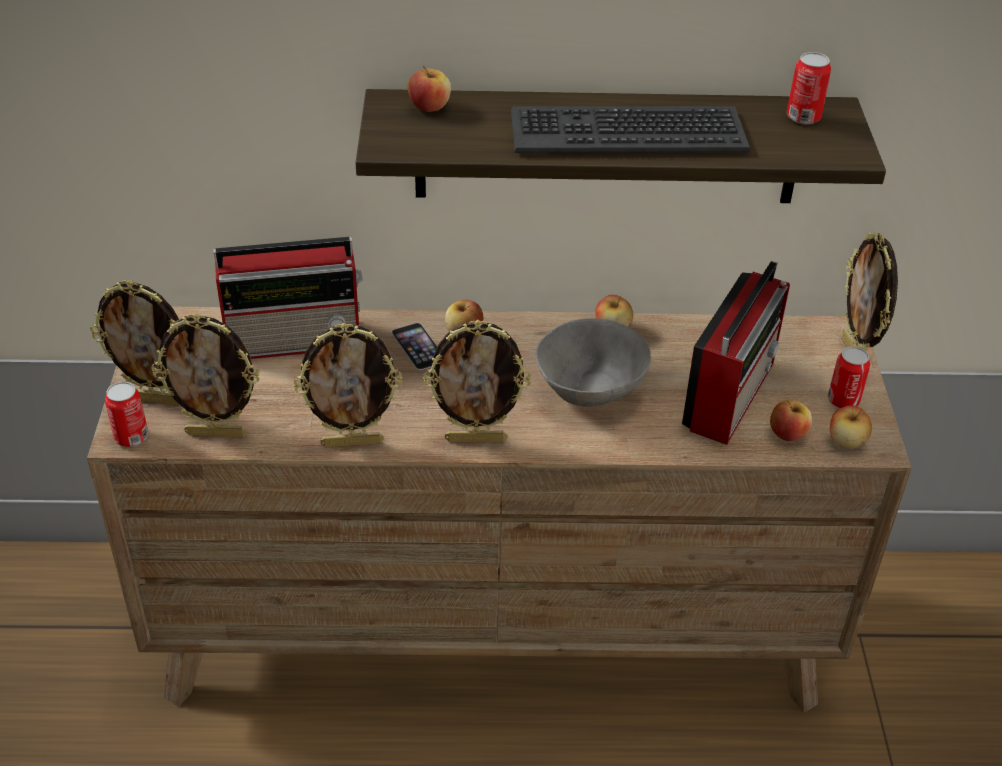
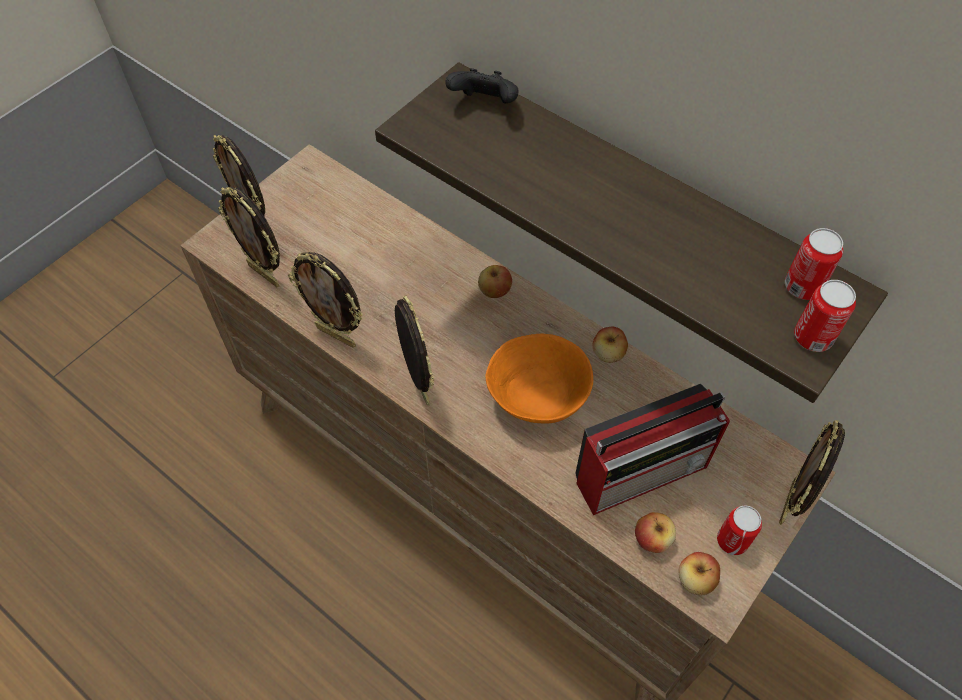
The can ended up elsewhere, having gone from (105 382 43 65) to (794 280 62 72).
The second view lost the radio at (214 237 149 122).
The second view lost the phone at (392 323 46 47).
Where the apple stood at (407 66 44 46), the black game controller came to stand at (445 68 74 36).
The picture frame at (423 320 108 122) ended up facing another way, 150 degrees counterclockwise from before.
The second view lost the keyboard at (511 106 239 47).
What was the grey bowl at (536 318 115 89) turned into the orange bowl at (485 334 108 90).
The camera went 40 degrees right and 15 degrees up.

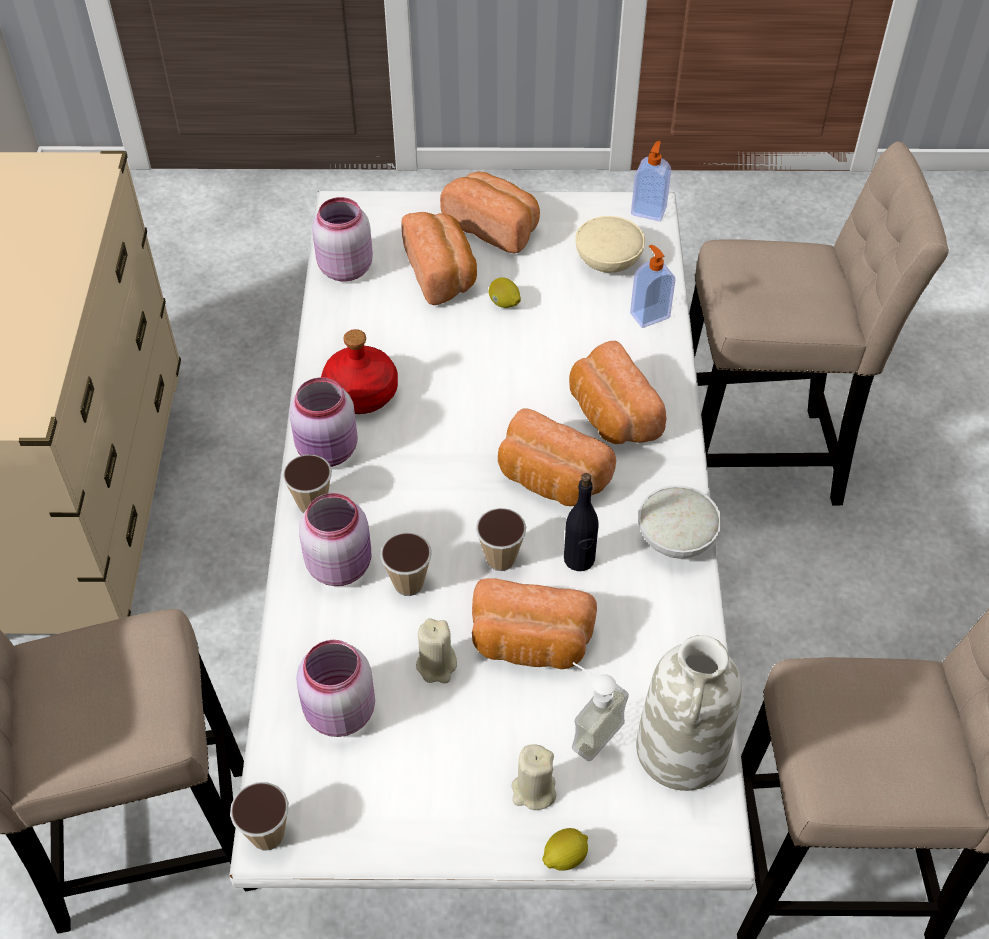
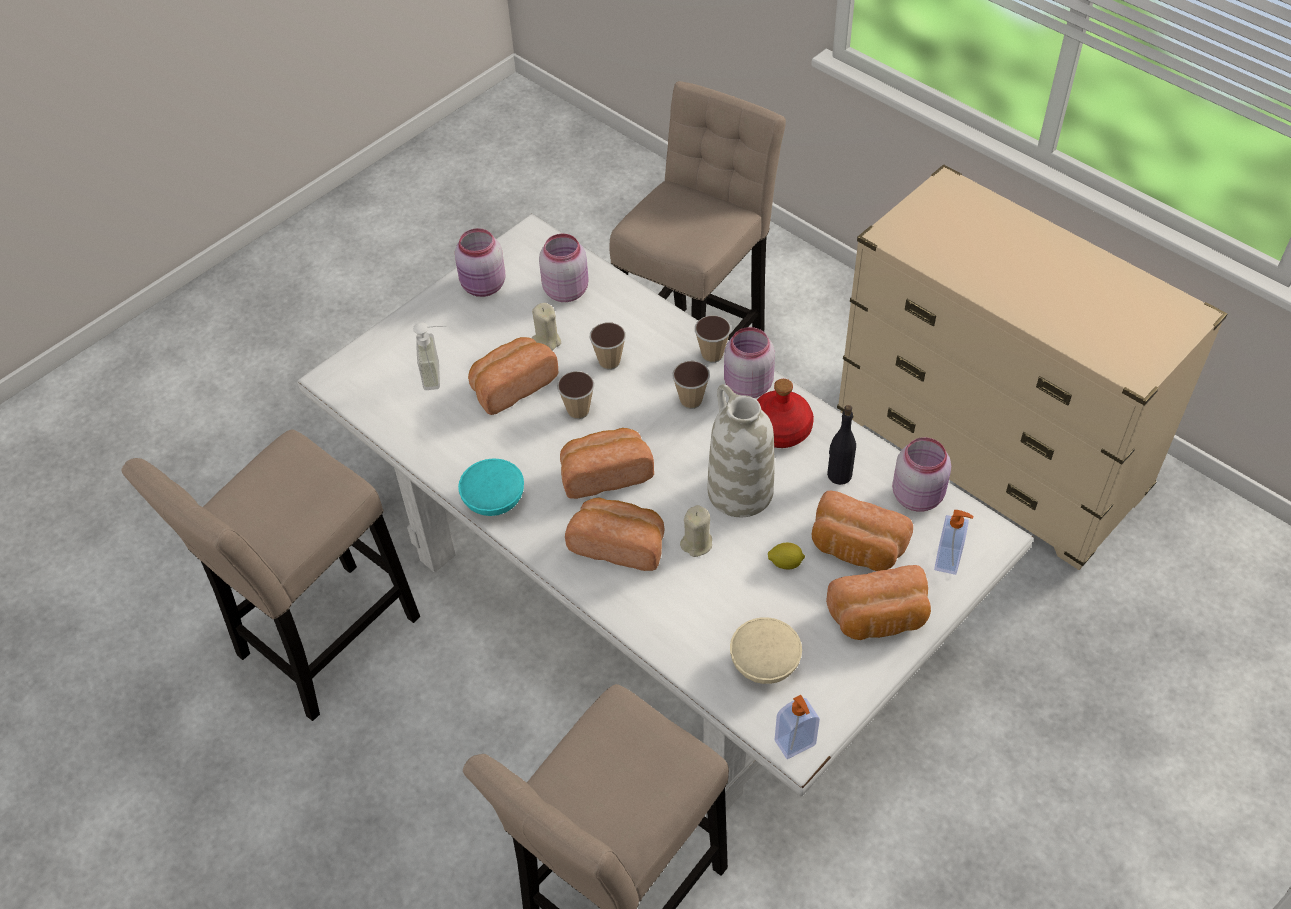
The cup ended up elsewhere, having gone from (230 782 59 68) to (672 361 38 48).
The pink jar ended up elsewhere, having gone from (299 493 72 93) to (455 228 50 69).
The beige candle ended up elsewhere, having gone from (511 744 45 66) to (680 505 32 52).
The second view lost the lemon at (542 828 46 43).
The black bottle ended up elsewhere, having gone from (564 473 35 98) to (827 405 29 80).
The soap dispenser ended up elsewhere, having gone from (630 245 46 83) to (934 510 39 65).
The white vase ended up elsewhere, having gone from (636 635 106 156) to (708 384 66 133).
What was the white bowl at (638 485 83 74) turned into the turquoise bowl at (458 459 66 57).
The camera went 135 degrees right and 0 degrees up.

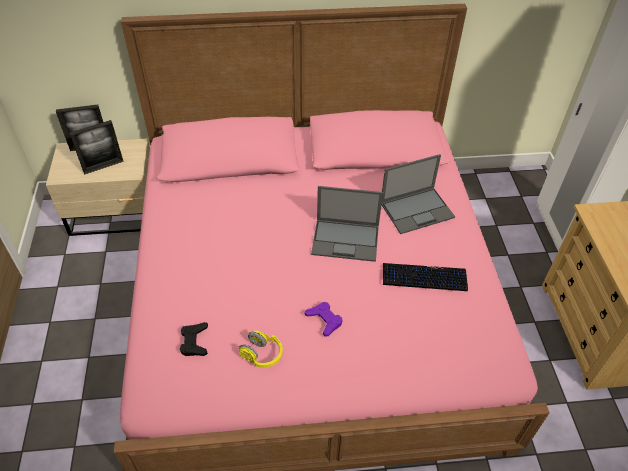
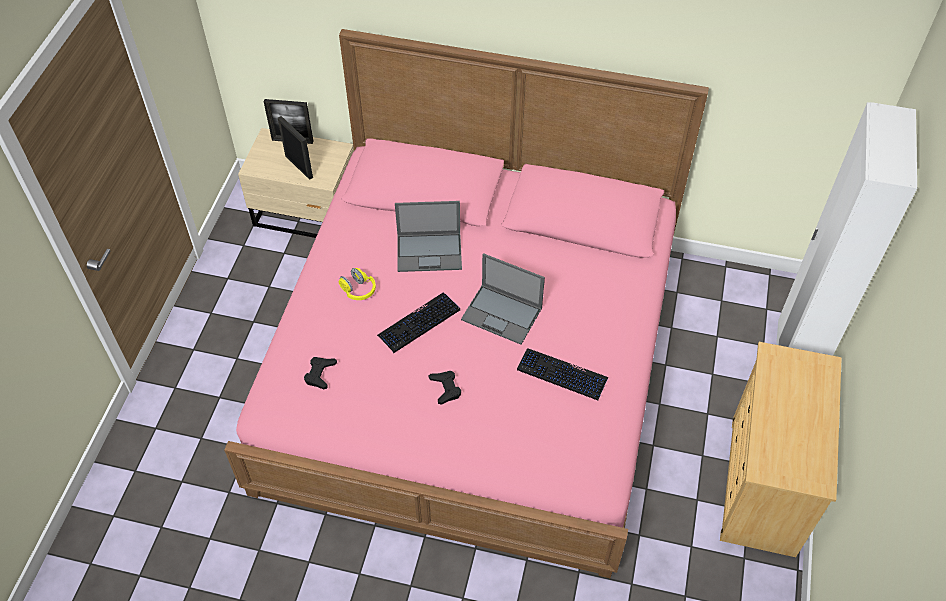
The picture frame at (69 120 55 54) ended up facing another way, 120 degrees counterclockwise from before.
The yellow headphones ended up elsewhere, having gone from (239 330 44 38) to (339 268 37 32).
What was the purple game controller at (304 302 39 35) turned into the black game controller at (428 371 33 34).
The laptop ended up elsewhere, having gone from (382 154 73 80) to (395 201 67 71).
The second view gained the keyboard at (377 293 83 61).
The camera went 20 degrees right and 5 degrees up.

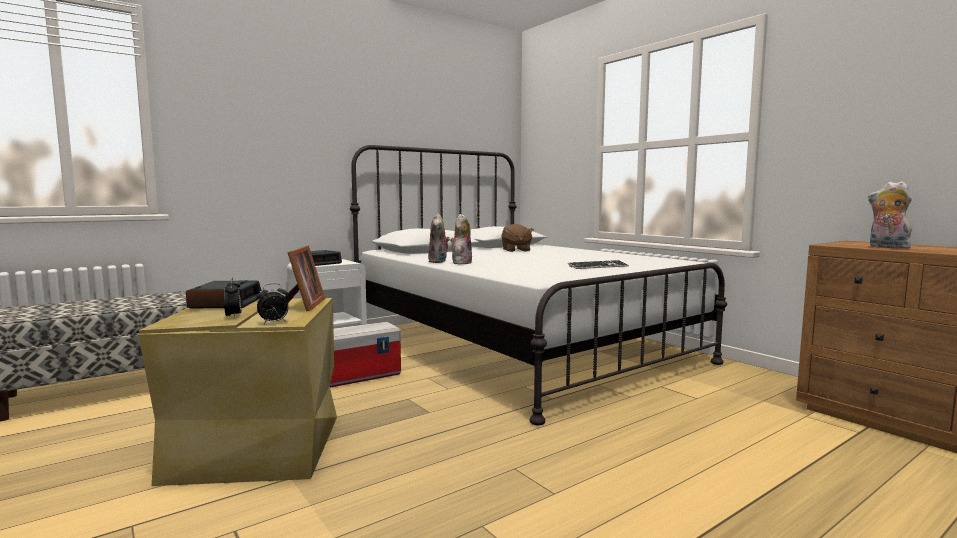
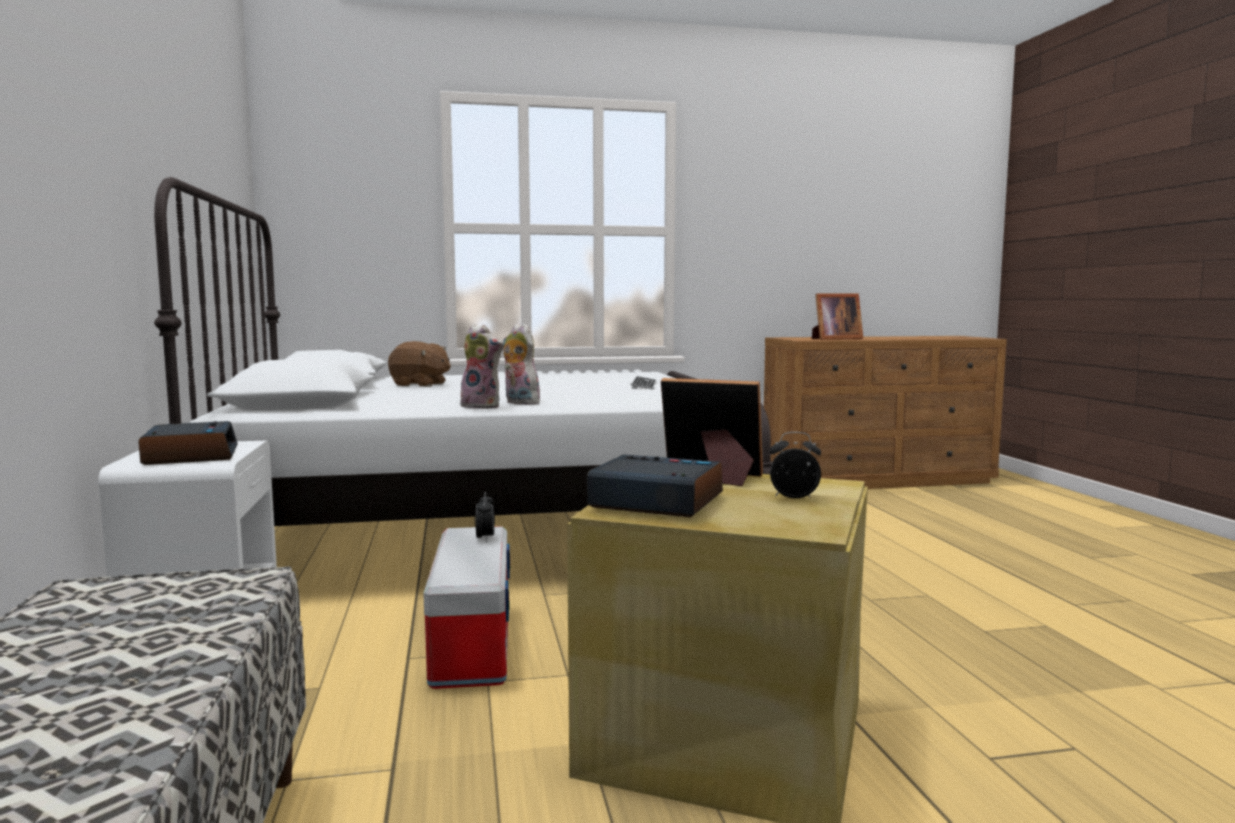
The alarm clock ended up elsewhere, having gone from (256 283 33 41) to (476 492 19 50).
Where the plush toy stood at (868 181 44 68), the picture frame came to stand at (812 293 51 47).
The camera went 65 degrees left and 0 degrees up.

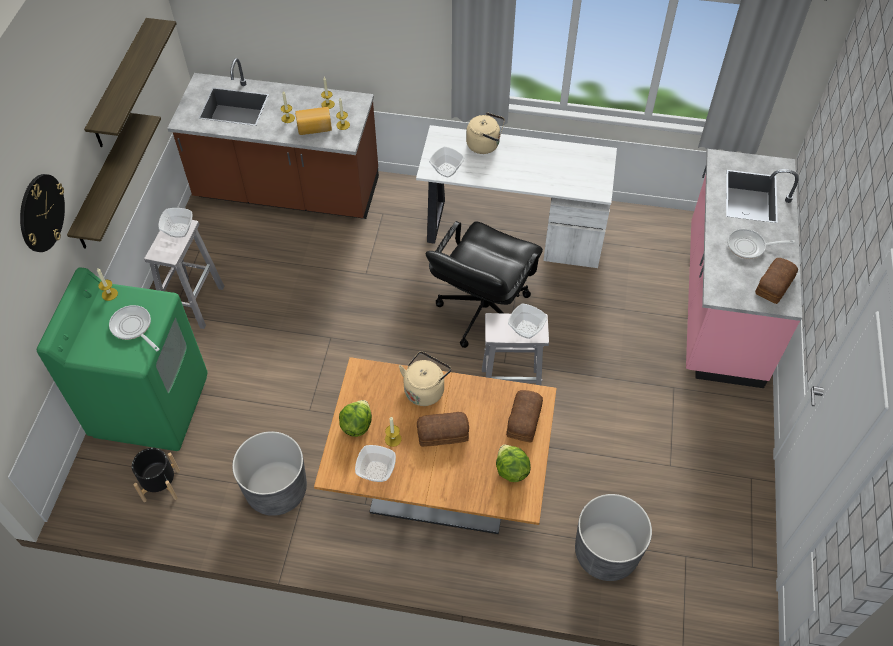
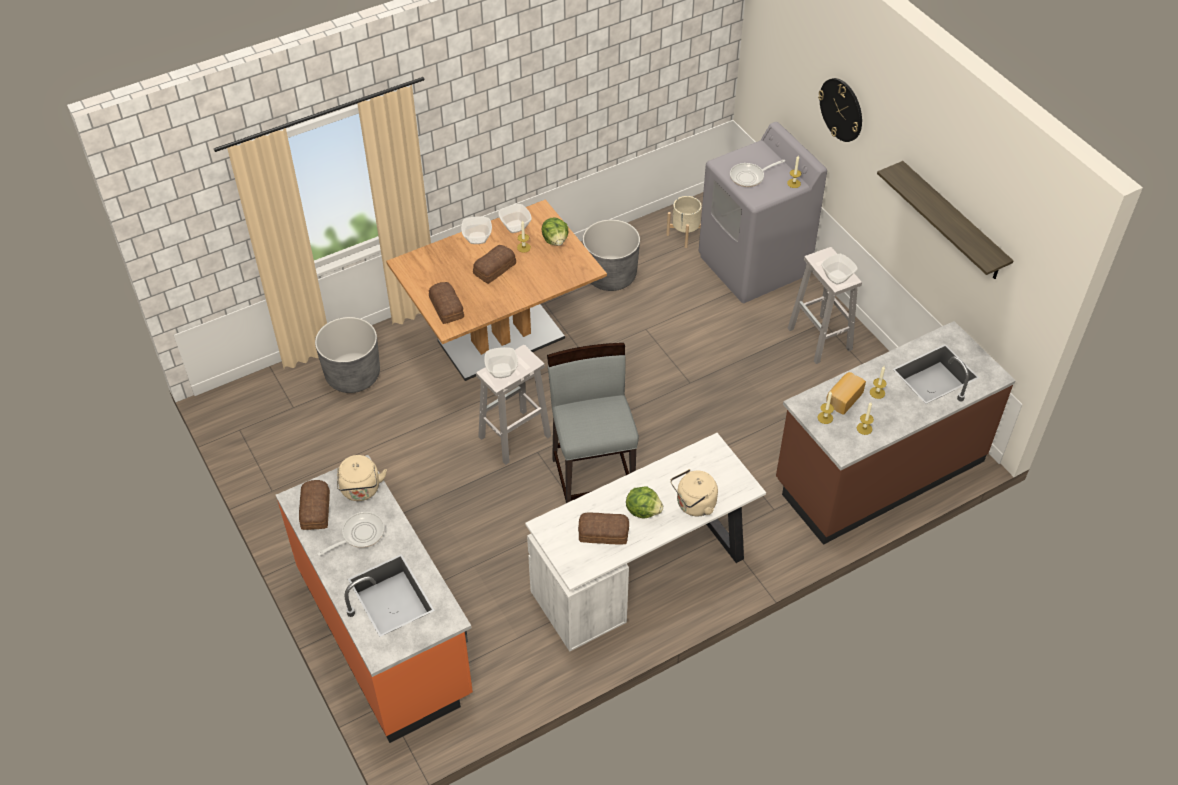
What was the green washing machine at (37 267 171 184) turned into the grey washing machine at (699 122 128 181).
The second view lost the shelf at (67 113 94 136).
The frying pan at (109 305 51 46) ended up facing another way, 150 degrees clockwise from before.
What was the black planter at (132 448 48 54) turned into the beige planter at (666 196 36 52).
The beige kettle ended up elsewhere, having gone from (399 351 52 55) to (337 455 50 46).
Where the black office chair stood at (425 221 118 127), the grey stool came to stand at (547 343 92 160).
The bowl ended up elsewhere, having gone from (429 146 35 31) to (461 217 31 27).
The lettuce ended up elsewhere, having gone from (496 445 35 37) to (626 487 37 31).
What was the pink counter at (686 149 116 239) turned into the orange counter at (276 455 197 288).
The second view gained the bread at (578 513 51 31).
The camera went 140 degrees right and 5 degrees down.

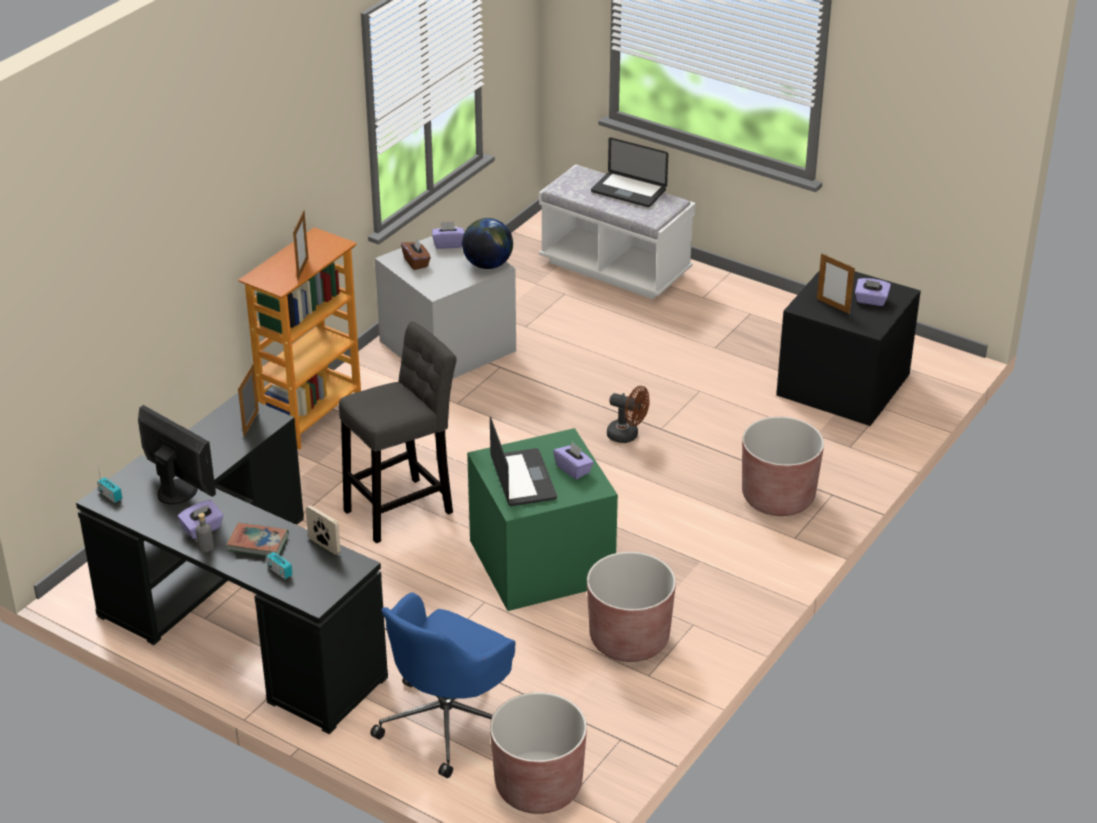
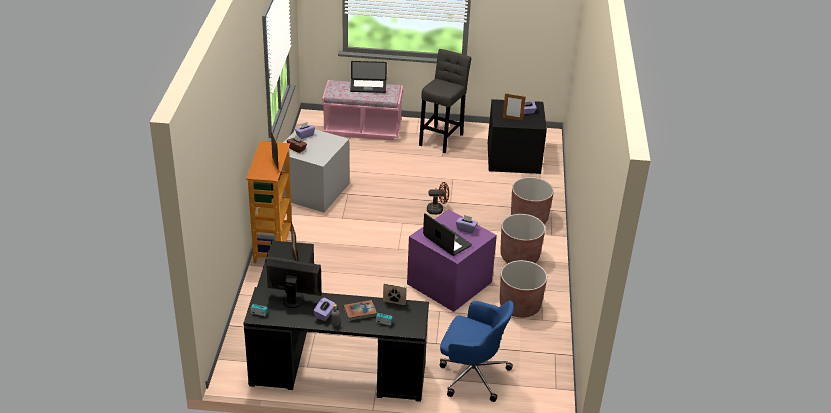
The grey stool ended up elsewhere, having gone from (339 322 118 221) to (419 49 52 104).
The blue office chair at (370 592 146 186) ended up facing another way, 75 degrees counterclockwise from before.
The second view lost the globe at (462 218 51 51).
What was the green storage box at (467 428 151 183) turned into the purple storage box at (407 209 90 103).
The brown planter ended up elsewhere, having gone from (490 692 97 122) to (500 214 45 49).
What was the white bench at (539 164 157 135) turned into the pink bench at (322 80 81 61).
The camera went 30 degrees left and 0 degrees up.

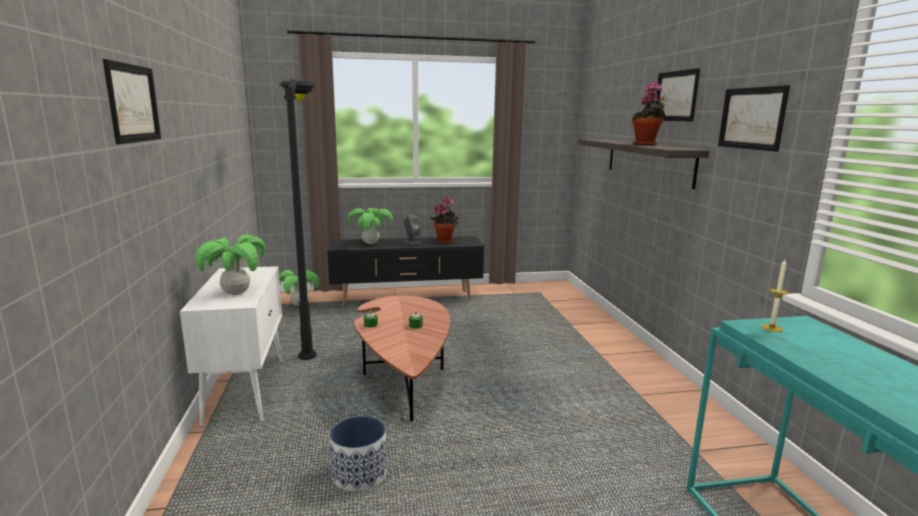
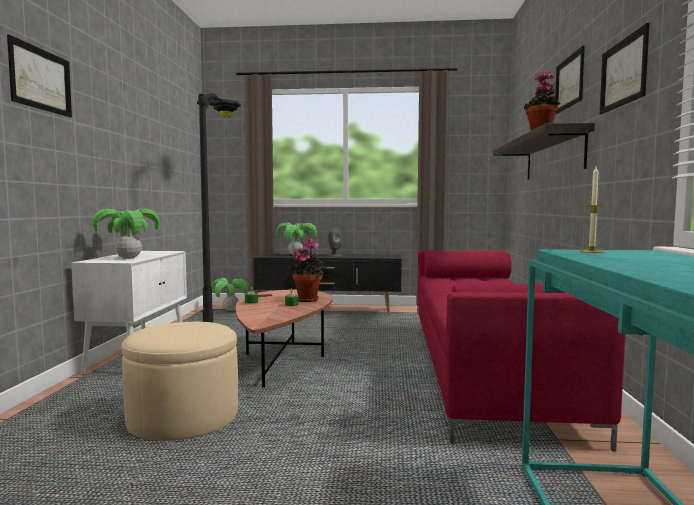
Where the planter stood at (329 416 58 75), the beige ottoman came to stand at (122 322 116 119).
The potted plant ended up elsewhere, having gone from (430 196 29 48) to (289 239 37 63).
The second view gained the red sofa at (417 250 208 202).
The camera went 15 degrees right and 10 degrees down.

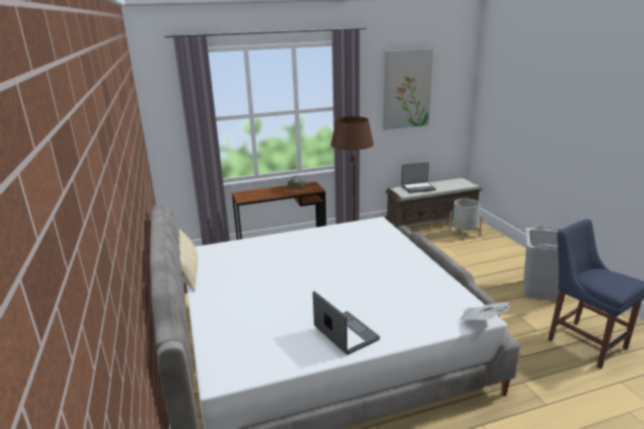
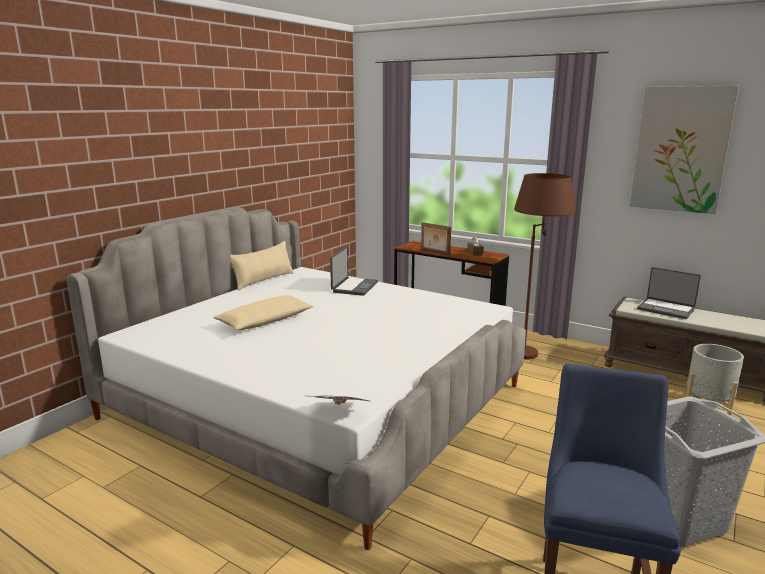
The laptop ended up elsewhere, having gone from (313 291 67 64) to (330 247 48 49).
The second view gained the beige pillow at (213 295 101 35).
The second view gained the picture frame at (421 222 30 33).
The camera went 50 degrees right and 5 degrees down.

